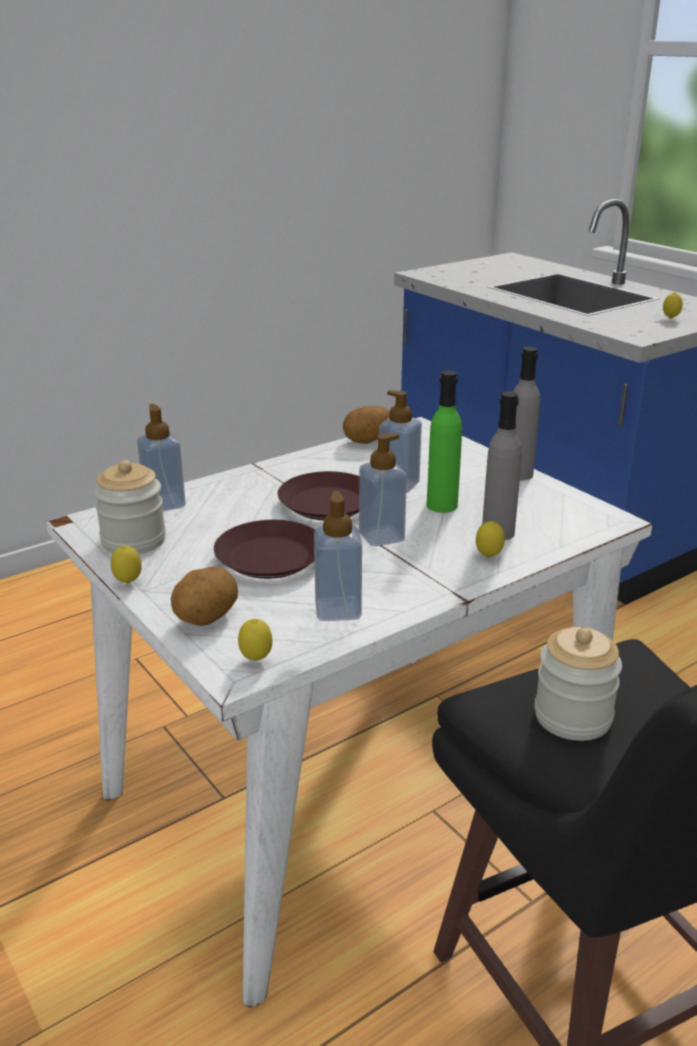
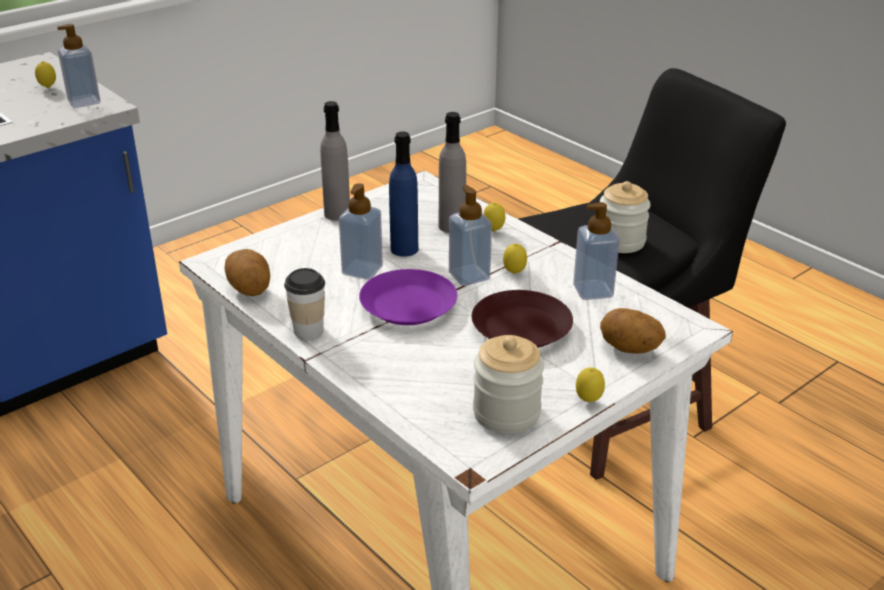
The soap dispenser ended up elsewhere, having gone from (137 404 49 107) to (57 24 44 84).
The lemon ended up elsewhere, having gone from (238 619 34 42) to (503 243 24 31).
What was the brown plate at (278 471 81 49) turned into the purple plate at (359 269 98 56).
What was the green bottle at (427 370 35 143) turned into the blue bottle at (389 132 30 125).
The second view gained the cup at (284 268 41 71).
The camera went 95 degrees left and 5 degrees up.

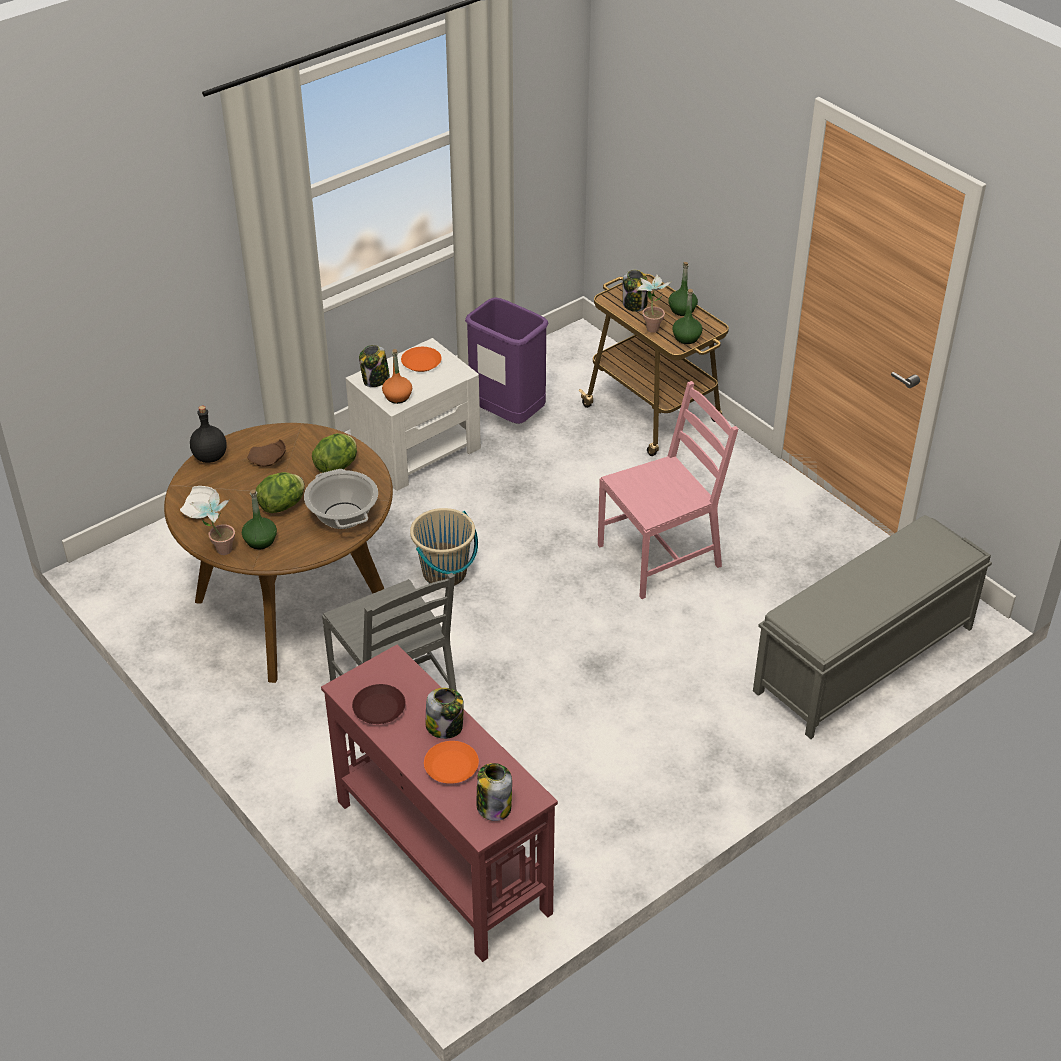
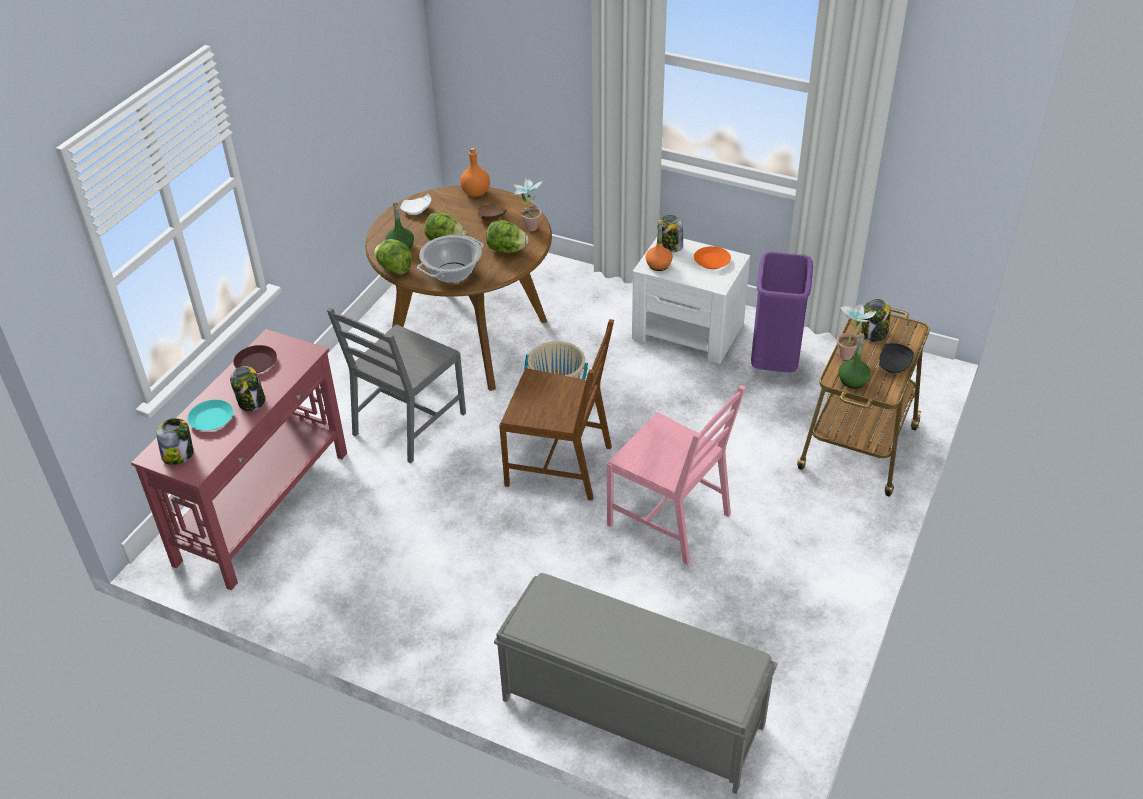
The potted plant ended up elsewhere, having gone from (189 489 46 66) to (512 178 31 53).
What was the black bottle at (190 406 37 57) turned into the orange bottle at (460 148 30 49).
What was the orange plate at (424 741 55 43) turned into the turquoise plate at (188 400 45 31).
Where the green bottle stood at (668 262 30 54), the black plate came to stand at (879 343 35 30).
The second view gained the lettuce at (374 239 38 36).
The second view gained the brown chair at (499 319 115 182).
The camera went 65 degrees right and 0 degrees up.

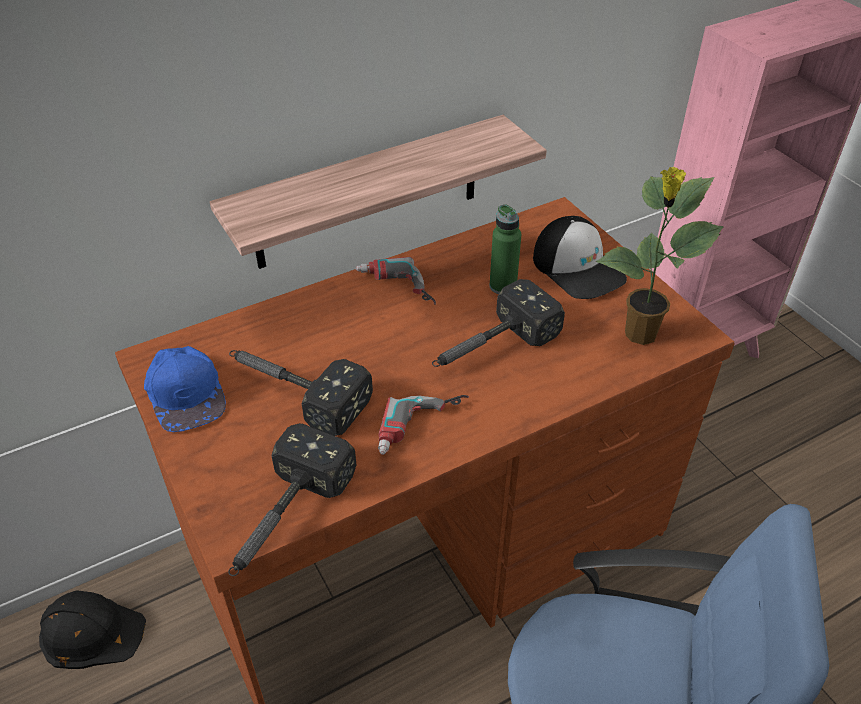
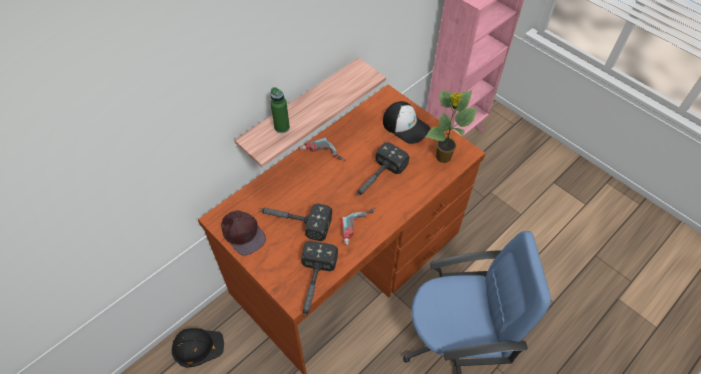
What was the blue cap at (144 346 82 86) turned into the brown cap at (221 210 45 45).
The green bottle ended up elsewhere, having gone from (490 204 31 90) to (271 87 19 46).
The camera went 15 degrees left and 10 degrees up.

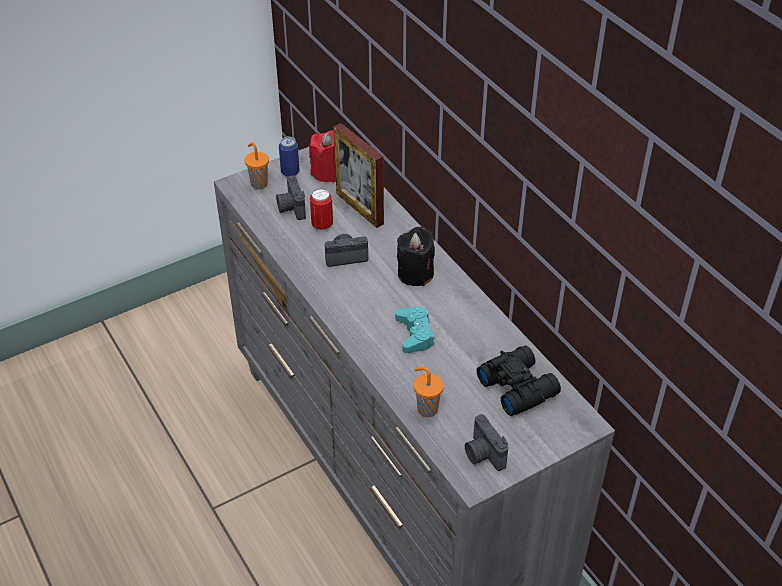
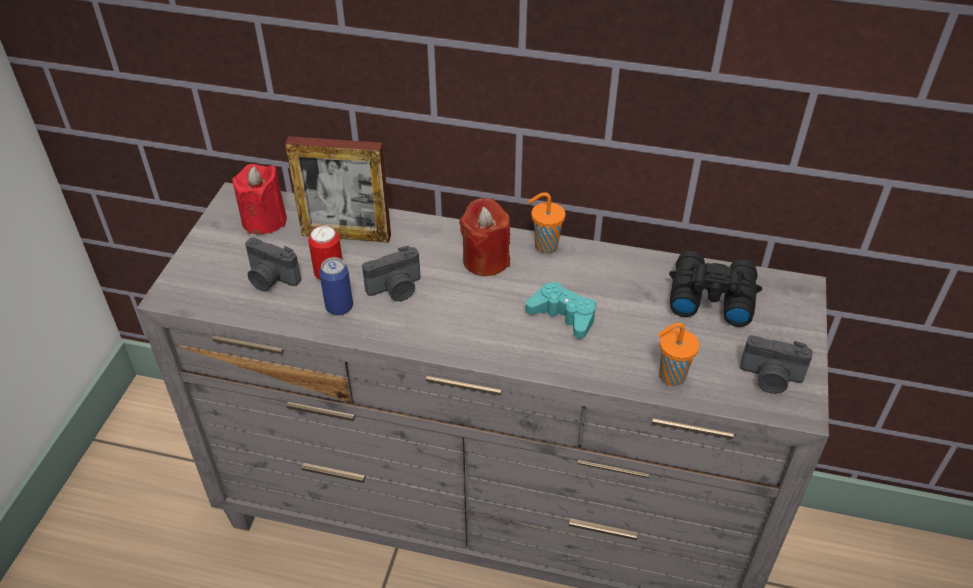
The orange cup ended up elsewhere, having gone from (245 142 24 47) to (528 192 37 62).
The can ended up elsewhere, having gone from (279 137 21 40) to (319 257 34 59).
The photo camera at (325 234 43 33) ended up facing another way, 150 degrees counterclockwise from before.
What was the black candle at (397 227 38 59) turned into the red candle at (460 198 50 78).
The camera went 45 degrees left and 0 degrees up.

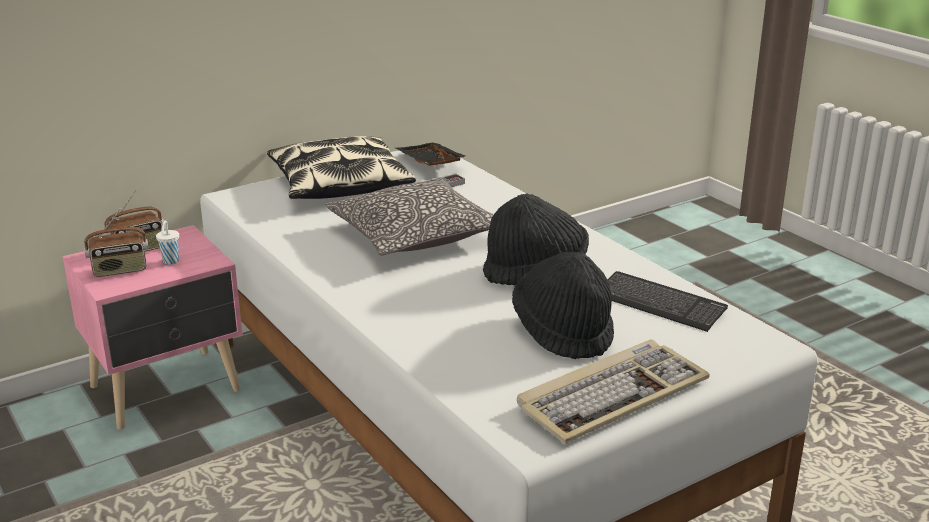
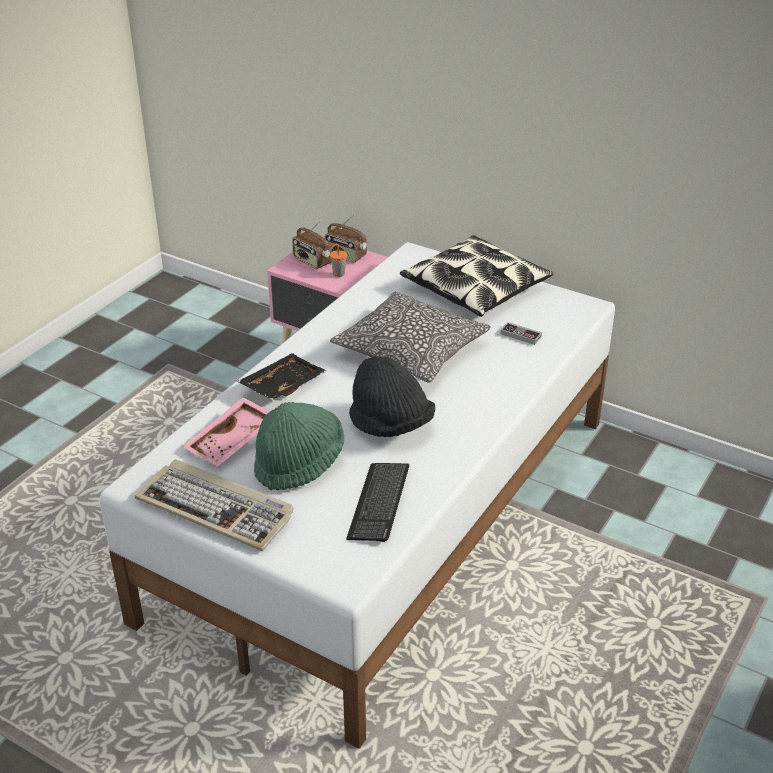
What was the white cup at (156 220 23 45) turned into the orange cup at (328 244 19 33).
The black tray ended up elsewhere, having gone from (396 142 72 24) to (237 353 89 47).
What was the black hat at (512 252 102 107) turned into the green hat at (254 402 90 88).
The second view gained the pink tray at (182 397 88 70).
The camera went 65 degrees right and 10 degrees up.

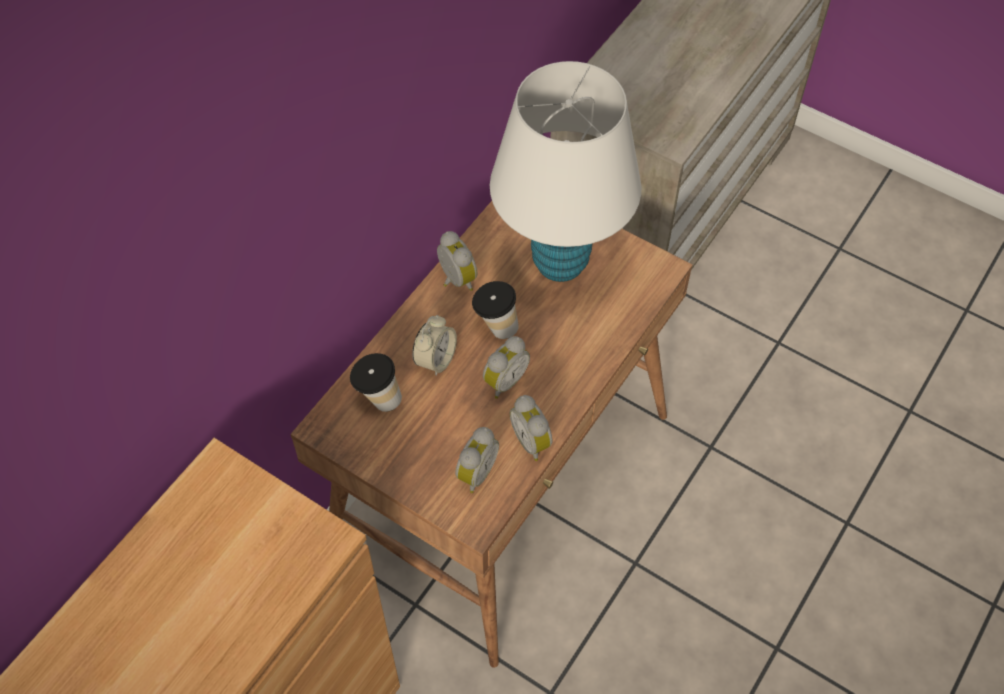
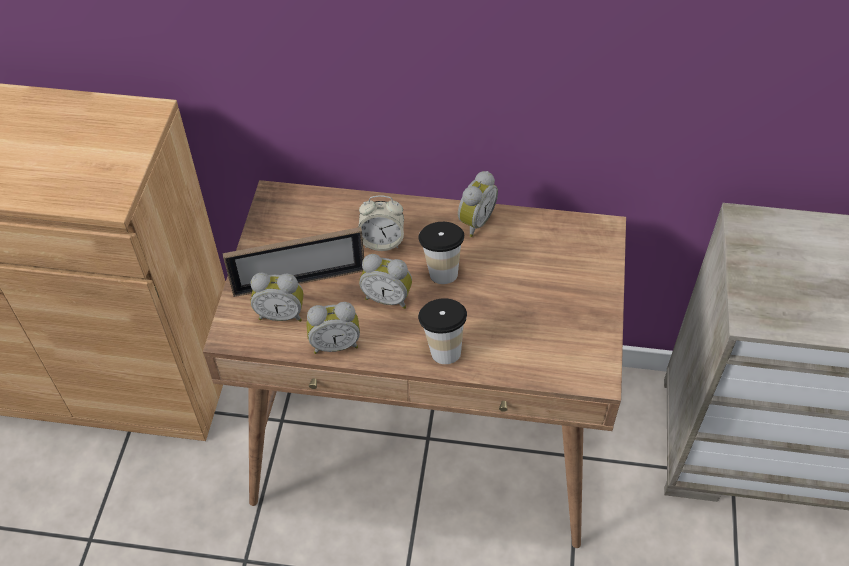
The cup ended up elsewhere, having gone from (350 353 52 59) to (418 298 49 66).
The second view lost the white table lamp at (490 61 151 221).
The alarm clock at (509 395 43 66) ended up facing another way, 135 degrees counterclockwise from before.
The second view gained the picture frame at (223 227 141 70).
The camera went 65 degrees right and 5 degrees down.

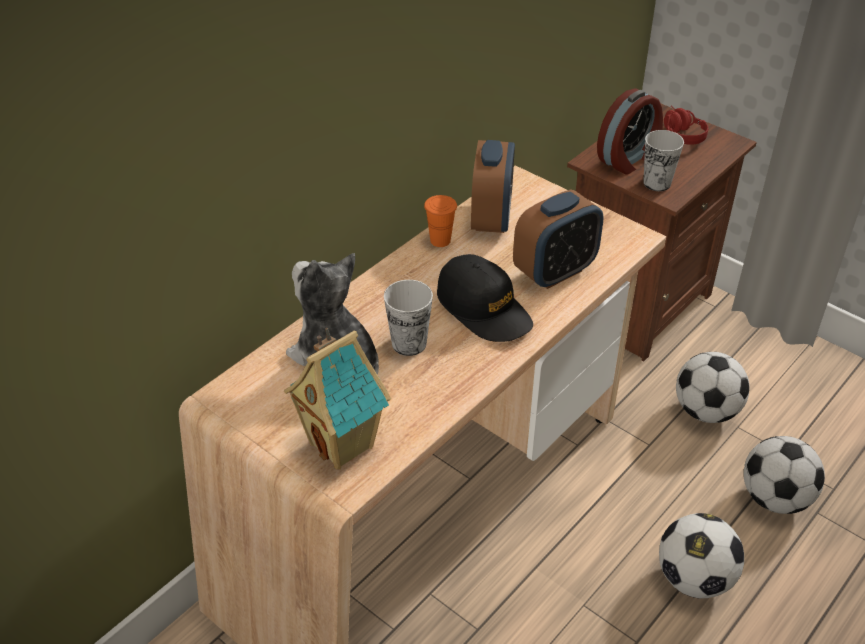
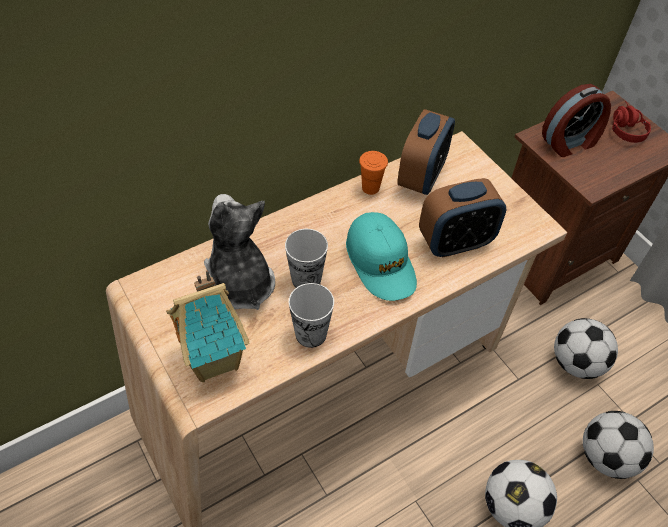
What was the black cap at (437 254 96 88) turned into the turquoise cap at (346 212 71 89).
The cup ended up elsewhere, having gone from (643 130 41 61) to (289 283 45 65).
The camera went 15 degrees right and 10 degrees up.

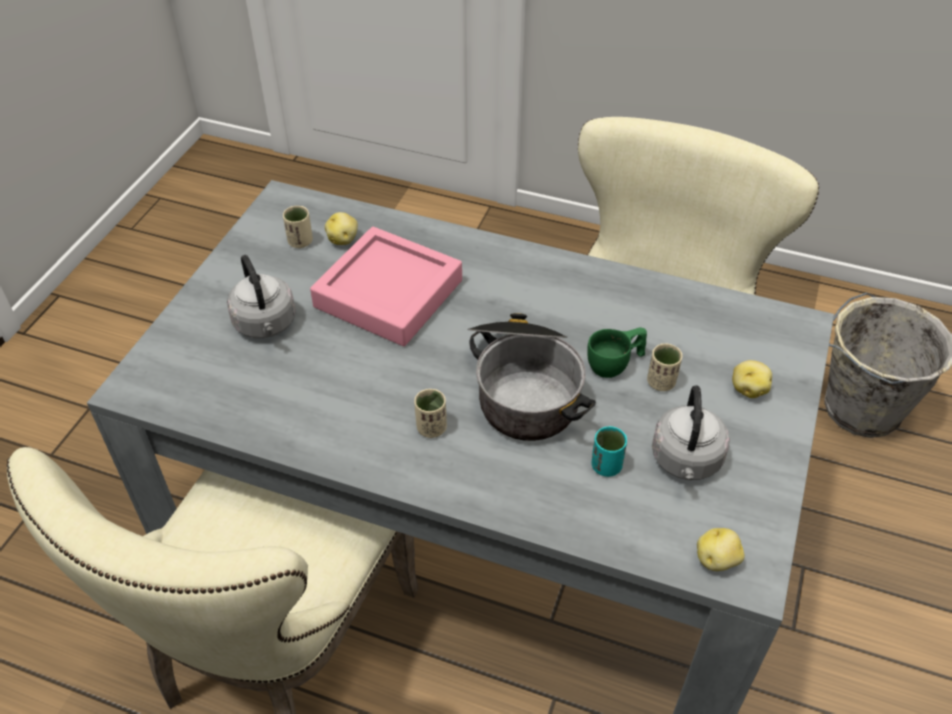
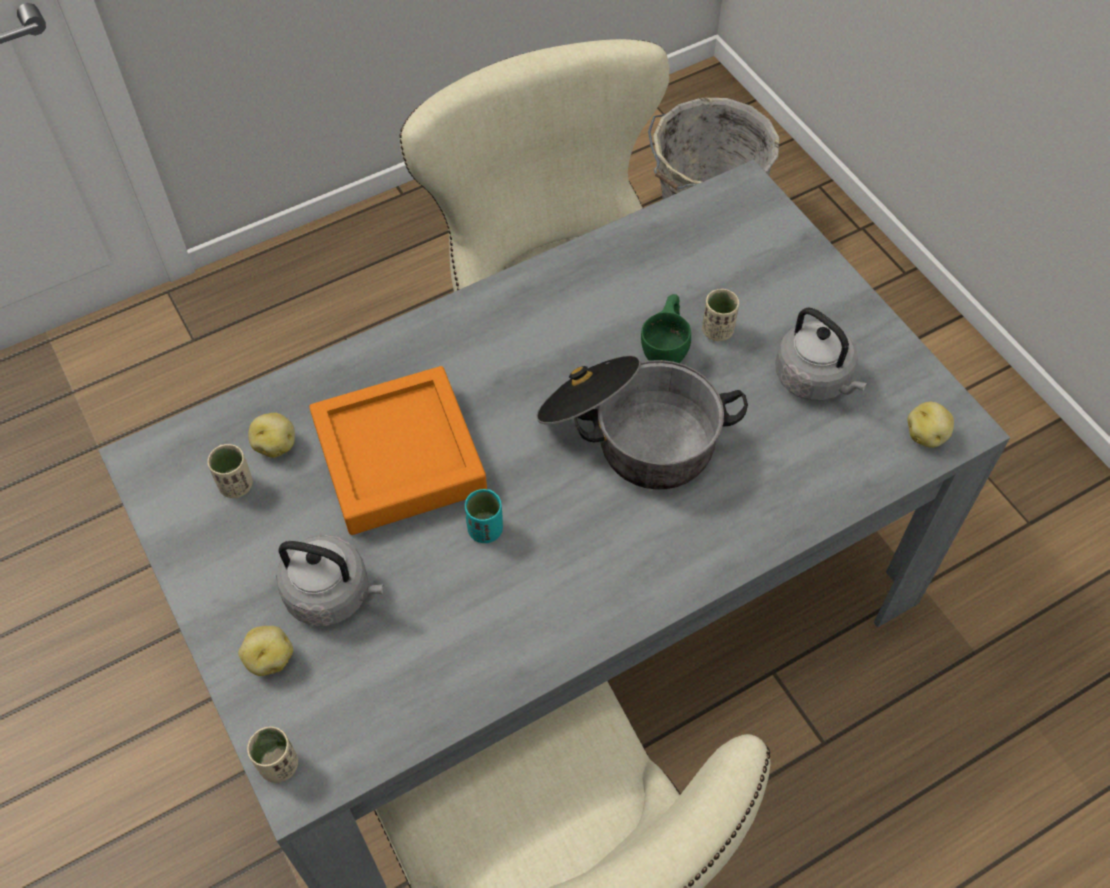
What was the pink tray at (310 227 152 119) turned into the orange tray at (309 366 178 169).
The beige cup ended up elsewhere, having gone from (414 389 33 49) to (247 727 51 56).
The turquoise cup ended up elsewhere, having gone from (592 426 35 51) to (465 489 38 54).
The potato ended up elsewhere, having gone from (732 360 40 38) to (238 626 55 50).
The camera went 50 degrees left and 10 degrees up.

